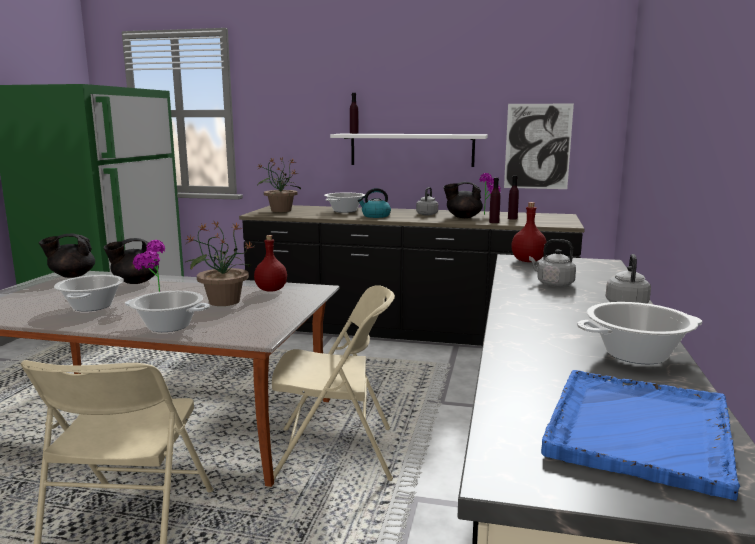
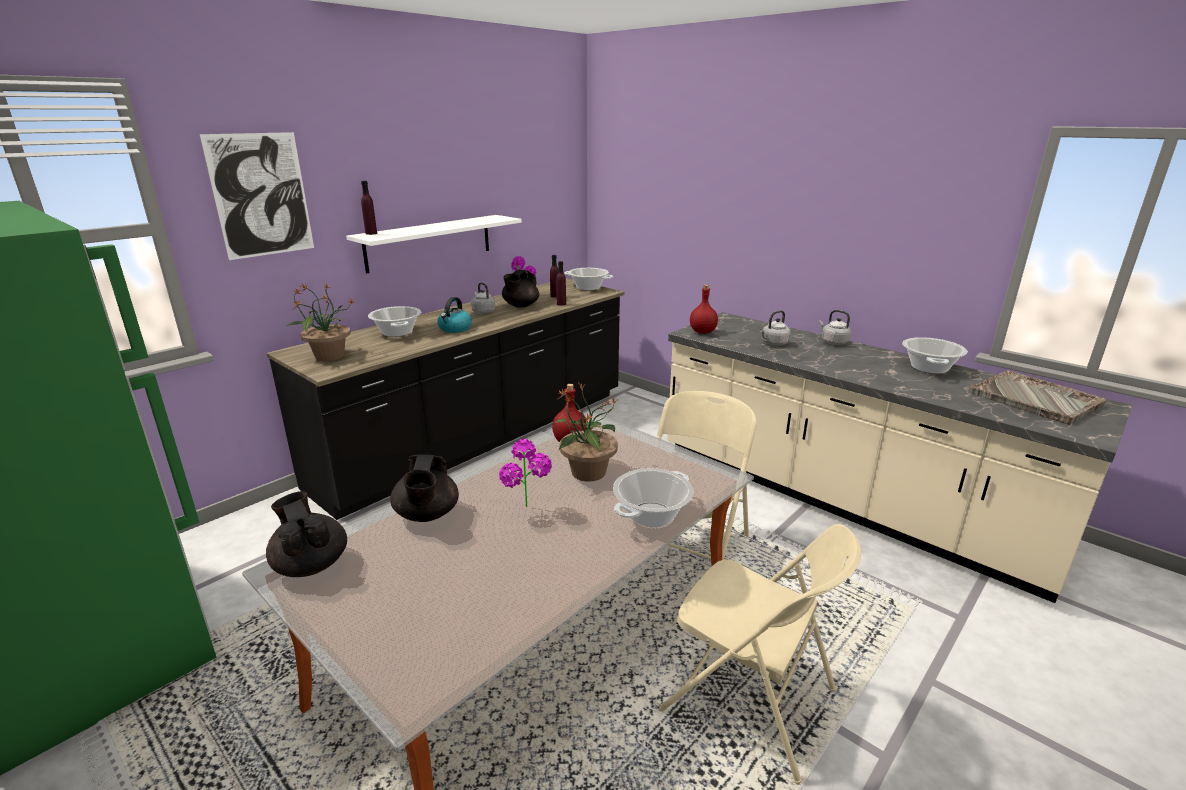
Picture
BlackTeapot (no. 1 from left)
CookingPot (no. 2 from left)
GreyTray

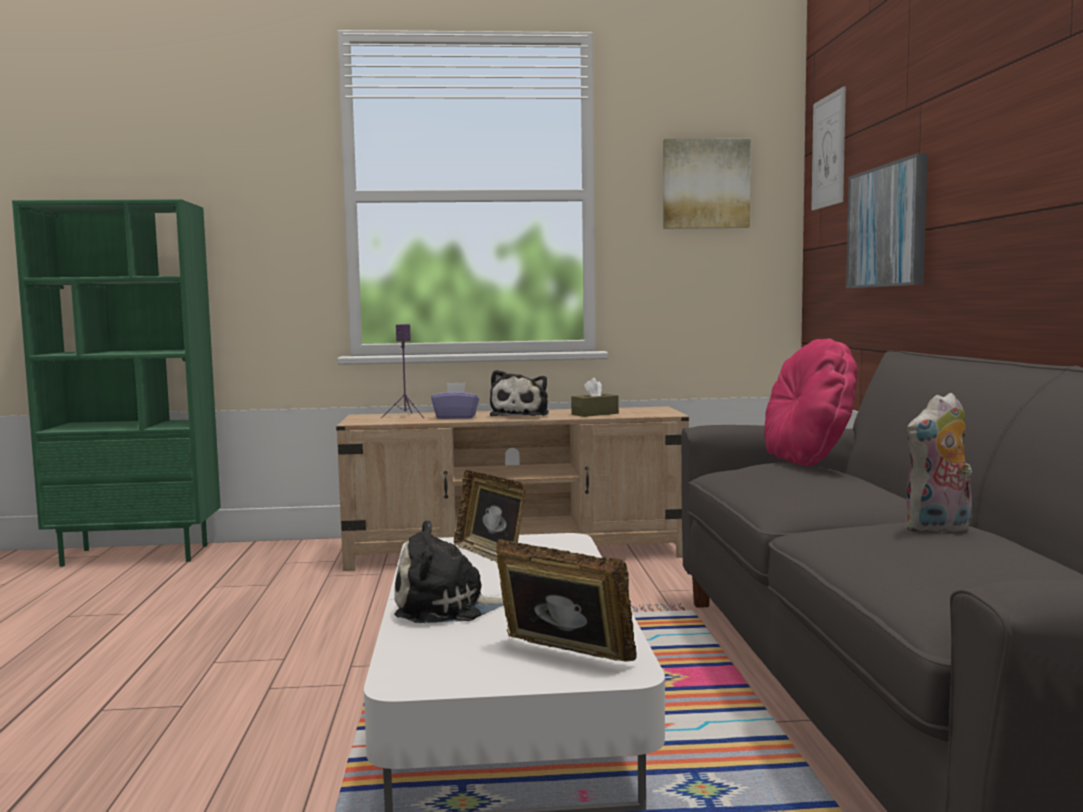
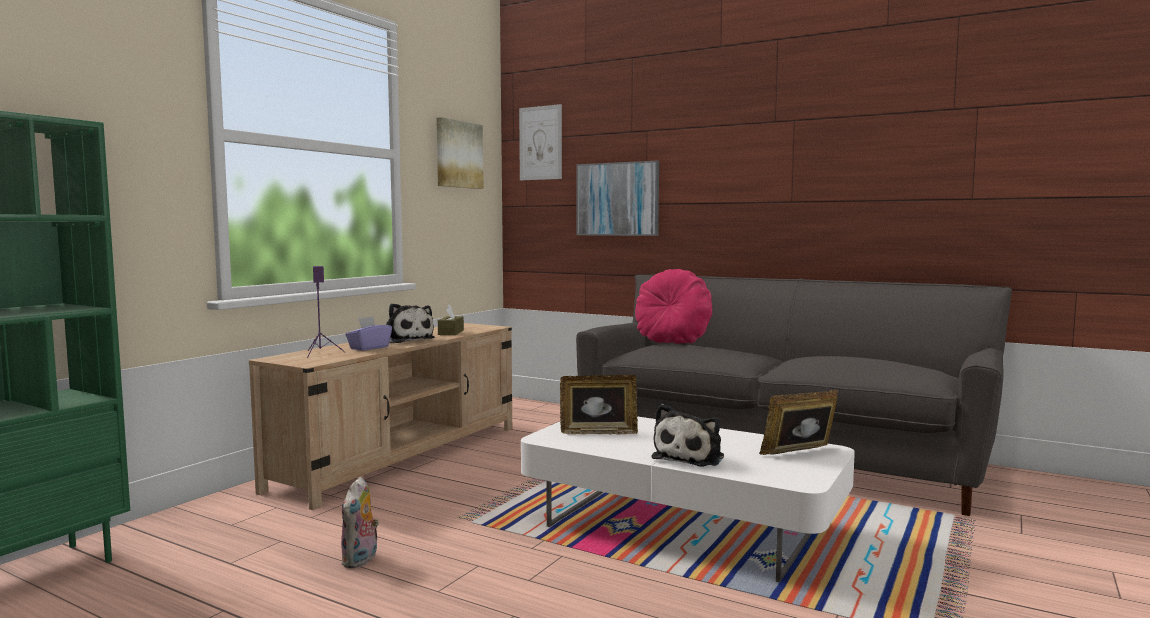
PlushToy (no. 1 from left)

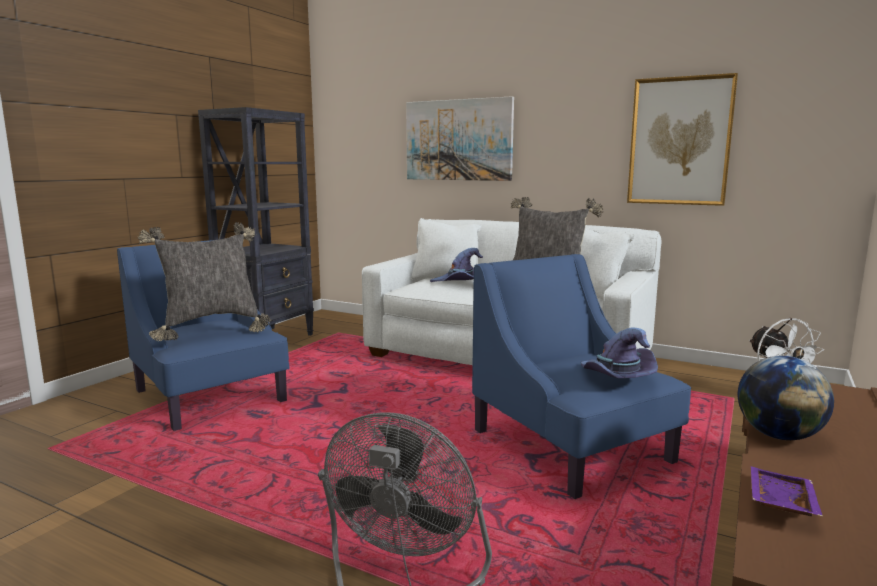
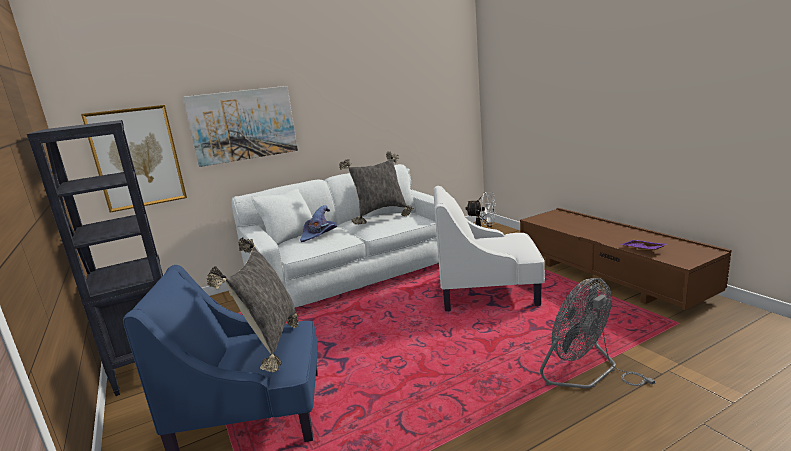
Picture (no. 1 from left)
WhiteArmchair
PurpleHat (no. 2 from left in the first image)
Globe

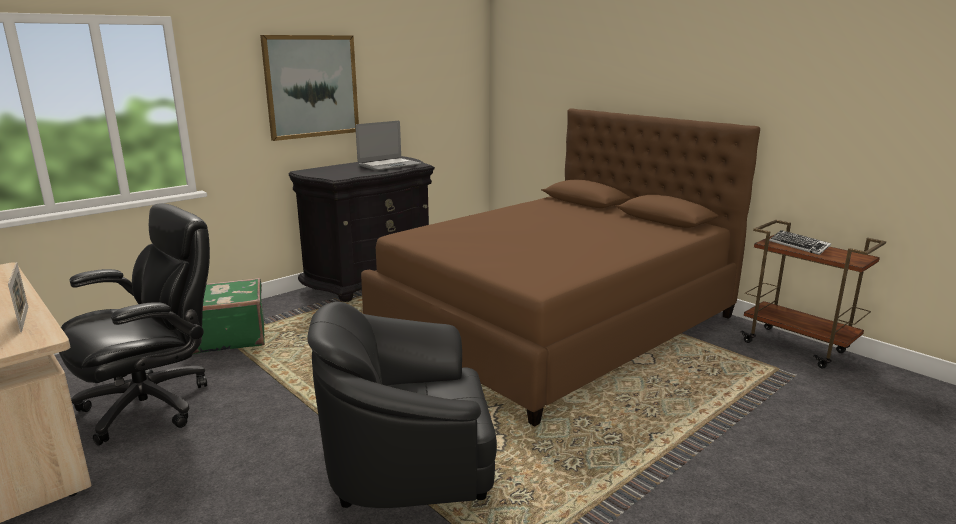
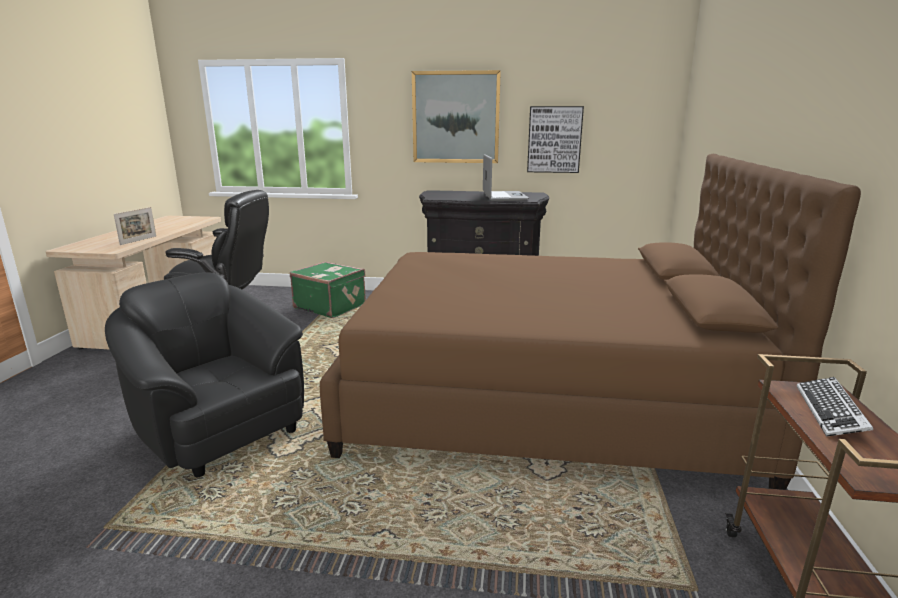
Laptop
Picture (no. 2 from left)

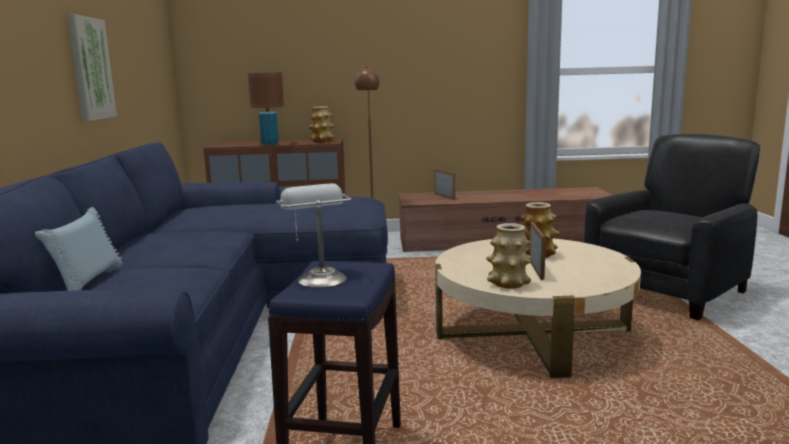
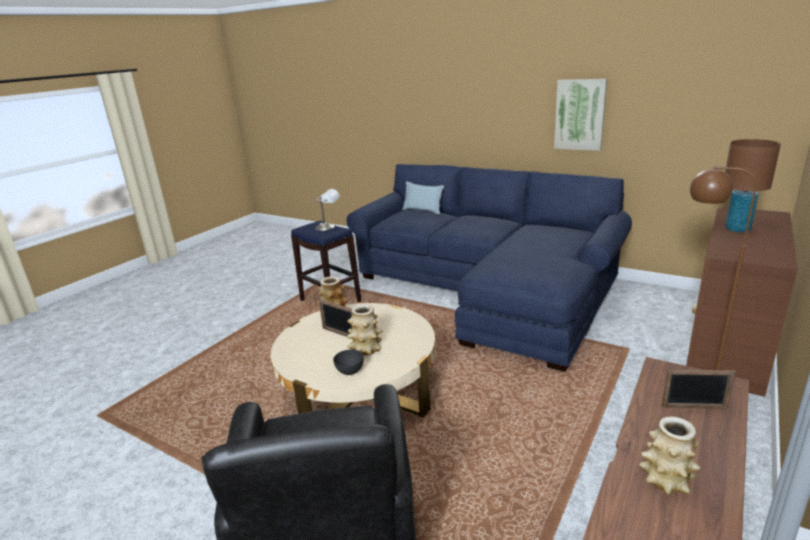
Vase (no. 3 from left)
GreyBowl

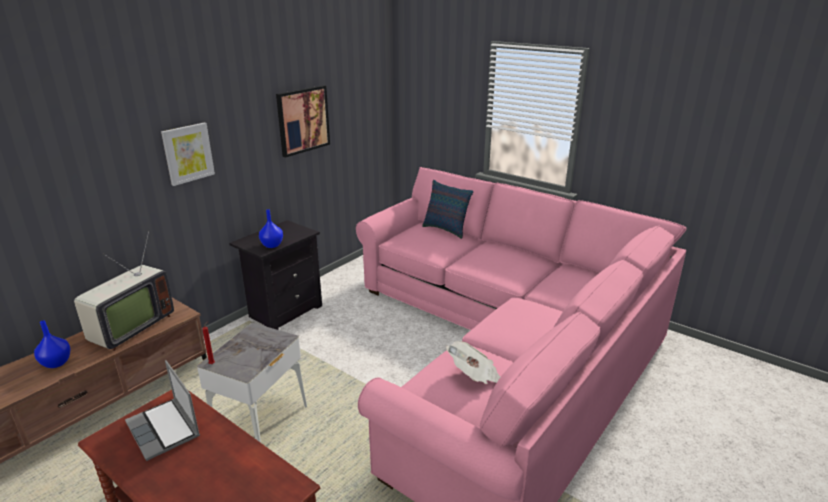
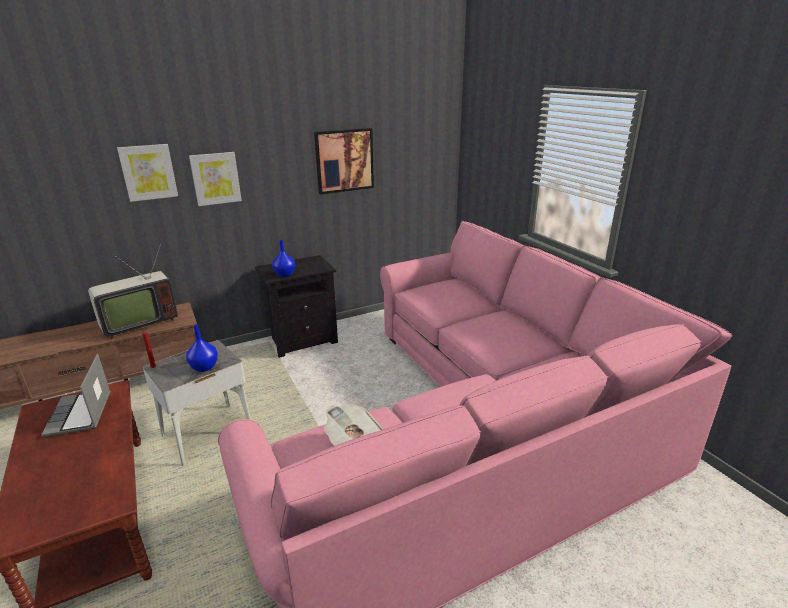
BluePillow
BlueVase (no. 1 from left)
Picture (no. 1 from left)

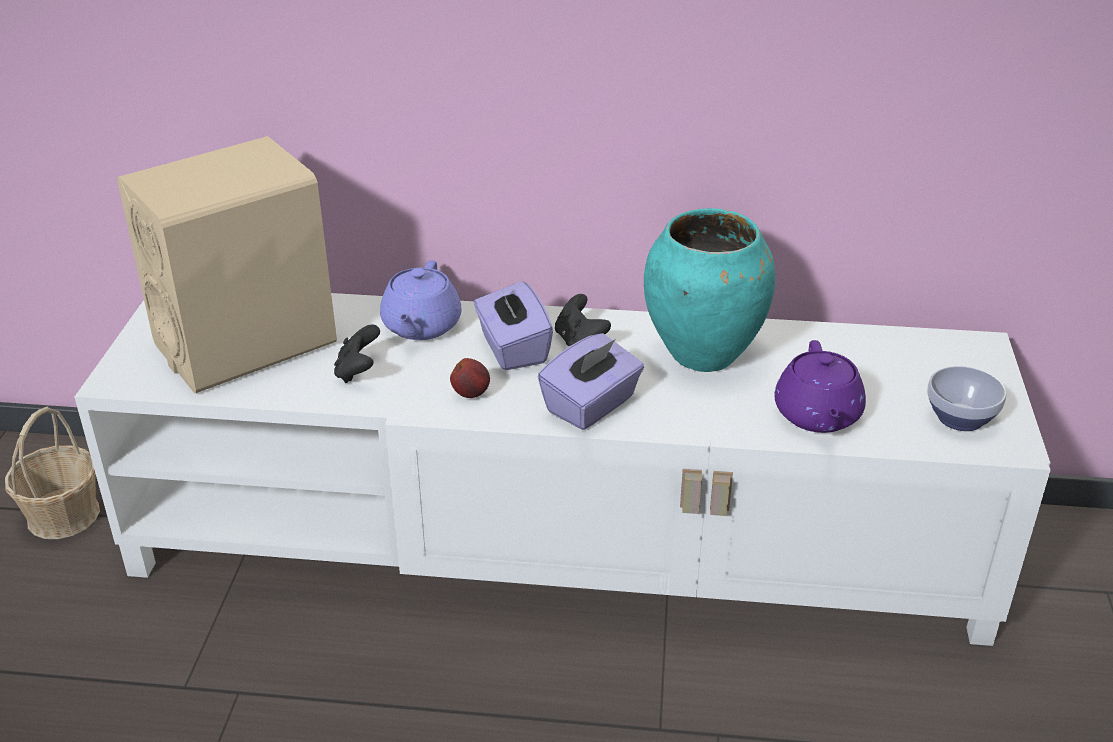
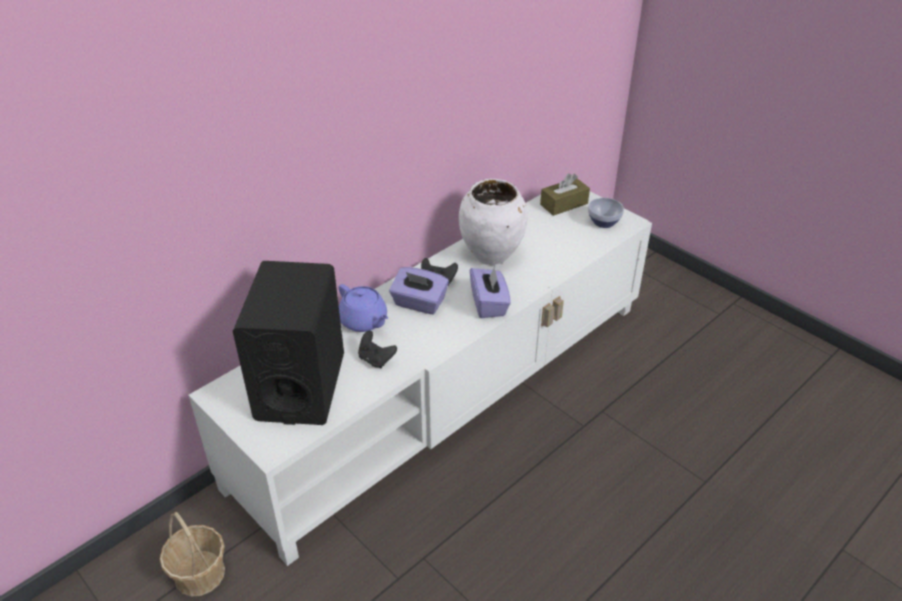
BlackSpeaker
WhiteVase
PurpleTeapot (no. 2 from left in the first image)
Apple
BrownTissueBox

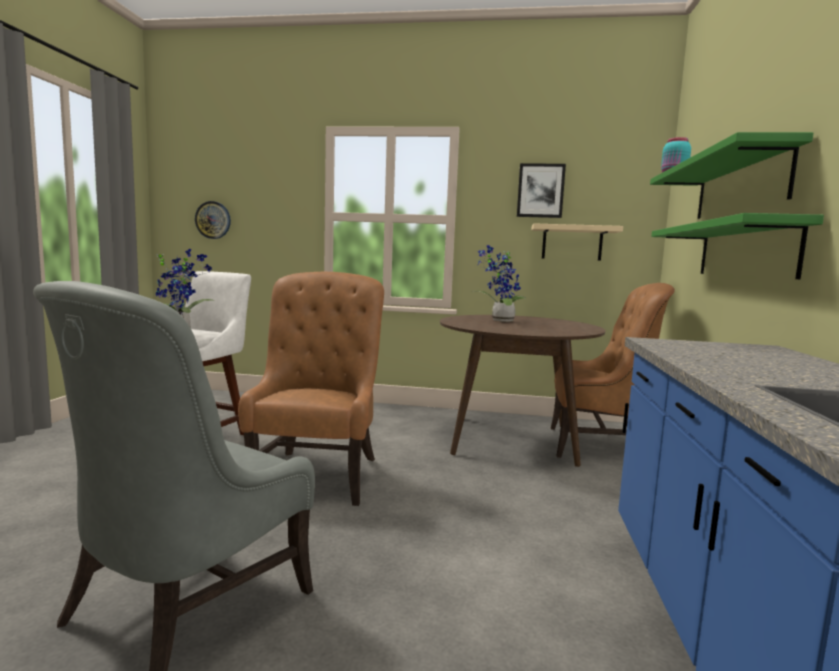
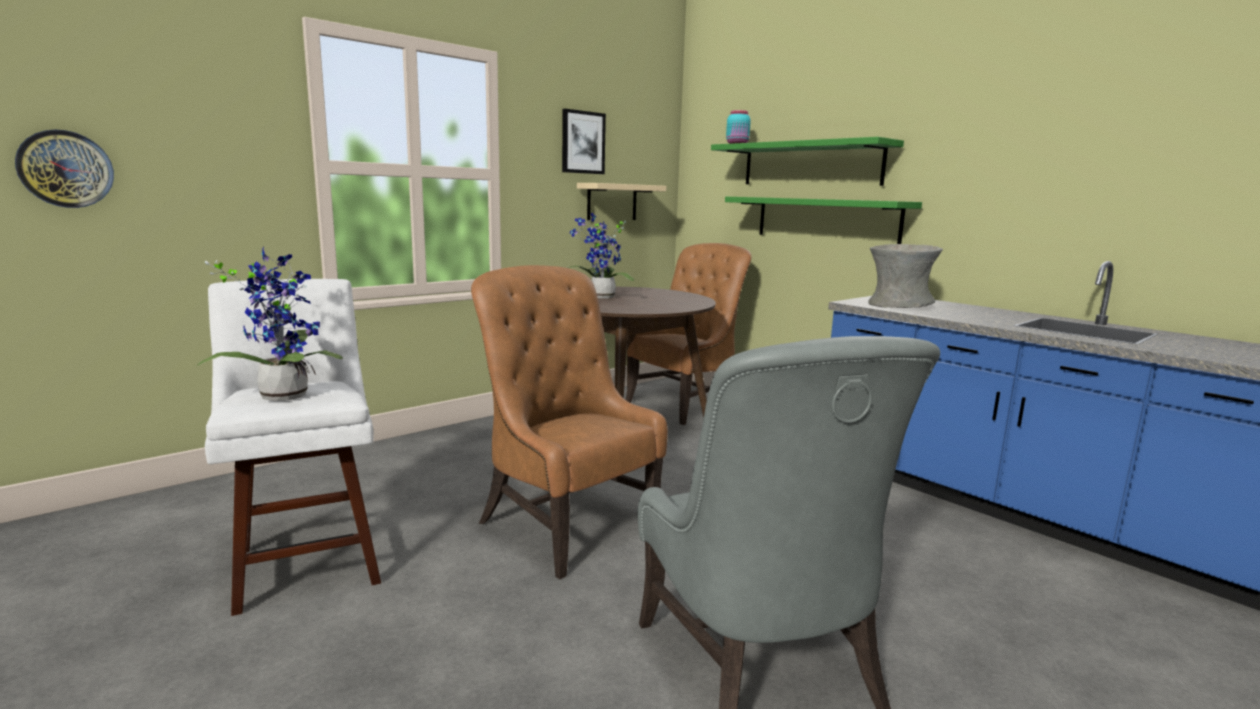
GreyVase

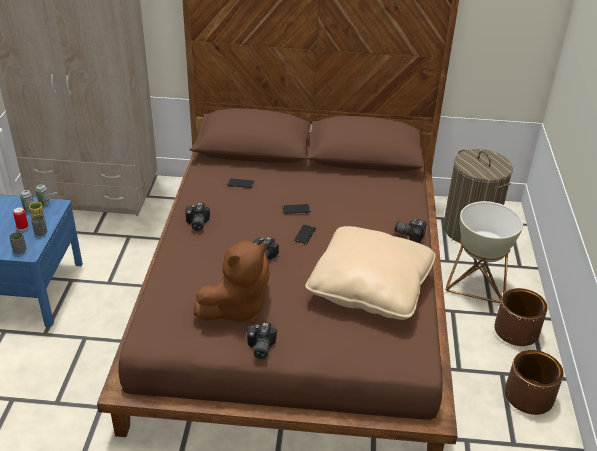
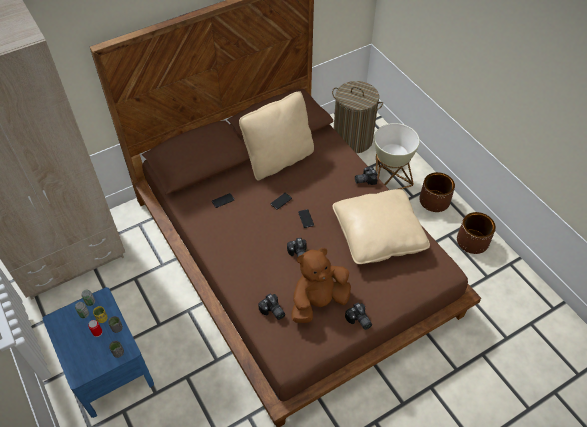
PhotoCamera (no. 1 from left)
BrownPlushToy
BeigePillow (no. 1 from left)

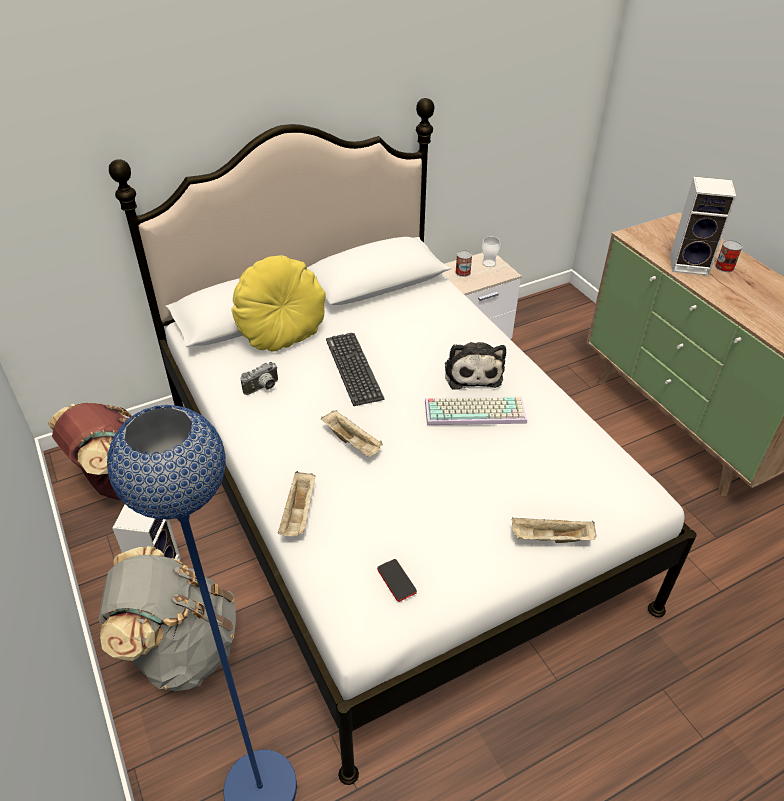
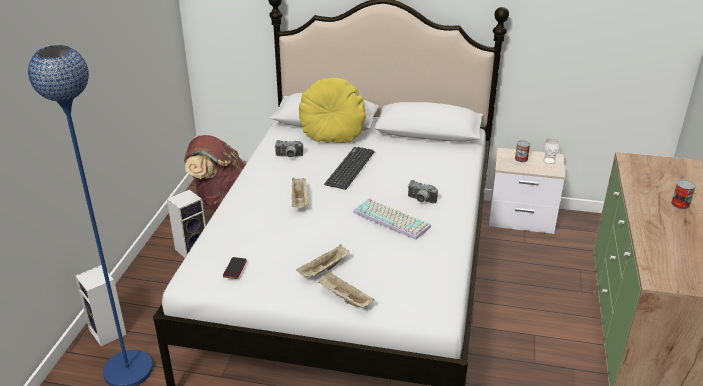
Speaker (no. 1 from left)
PhotoCamera (no. 2 from left)
BeigeTray (no. 2 from left)
GreyBackpack

